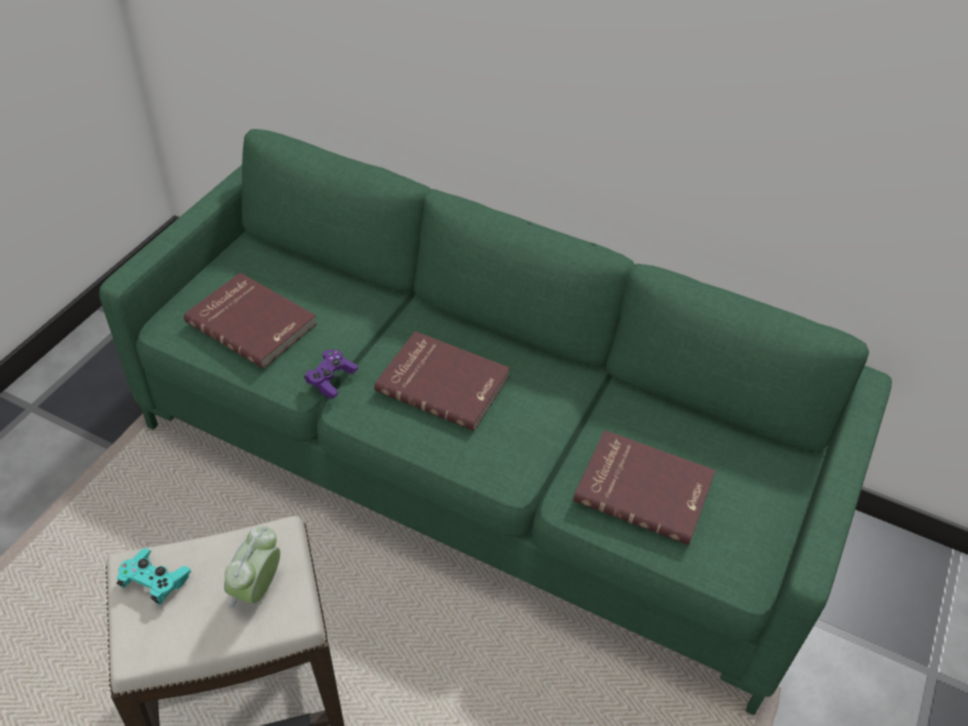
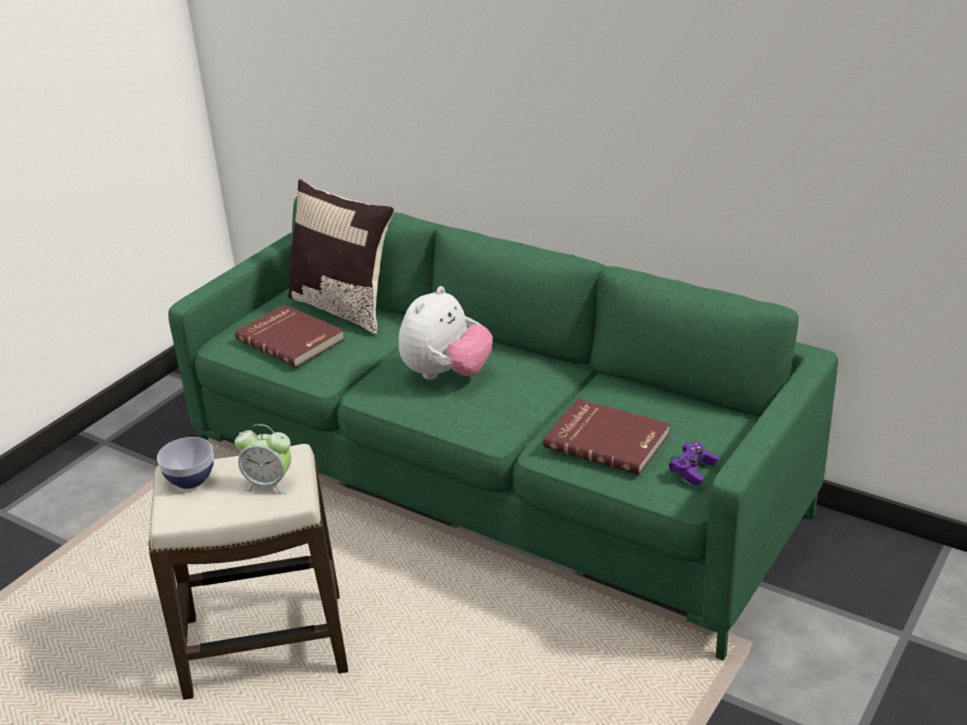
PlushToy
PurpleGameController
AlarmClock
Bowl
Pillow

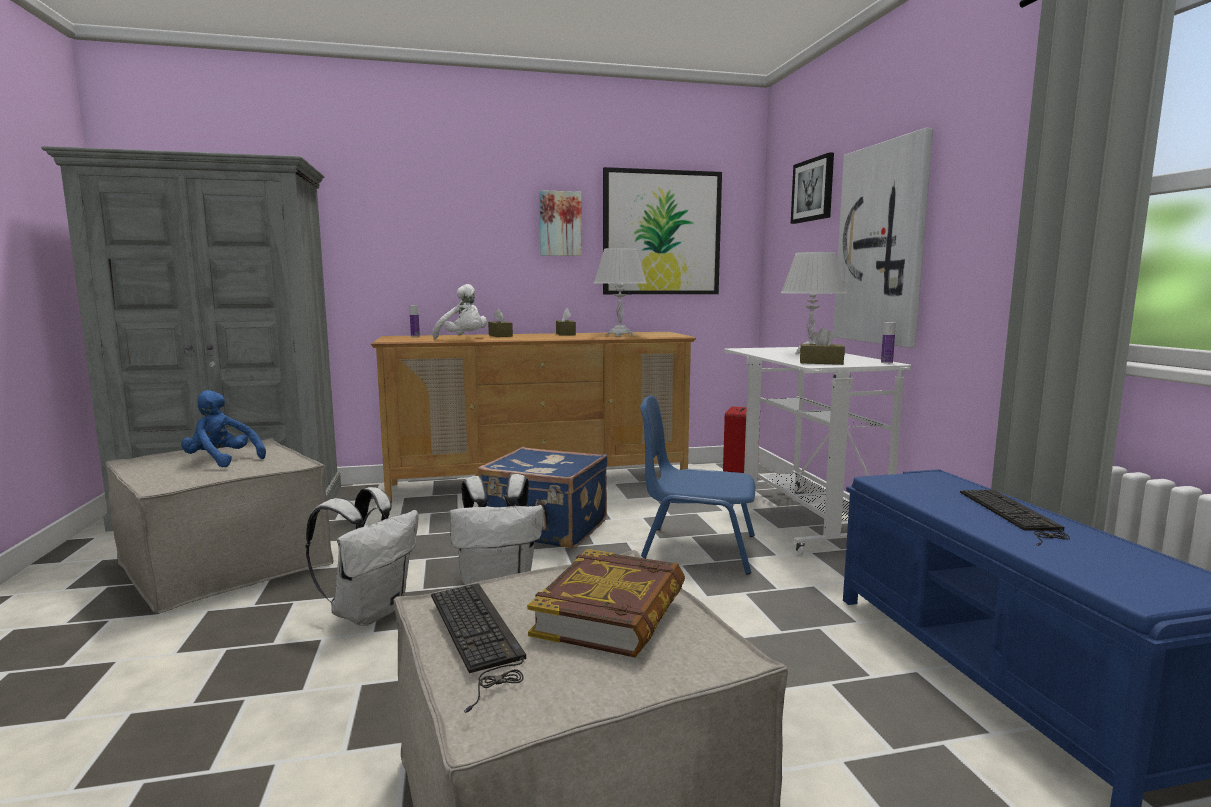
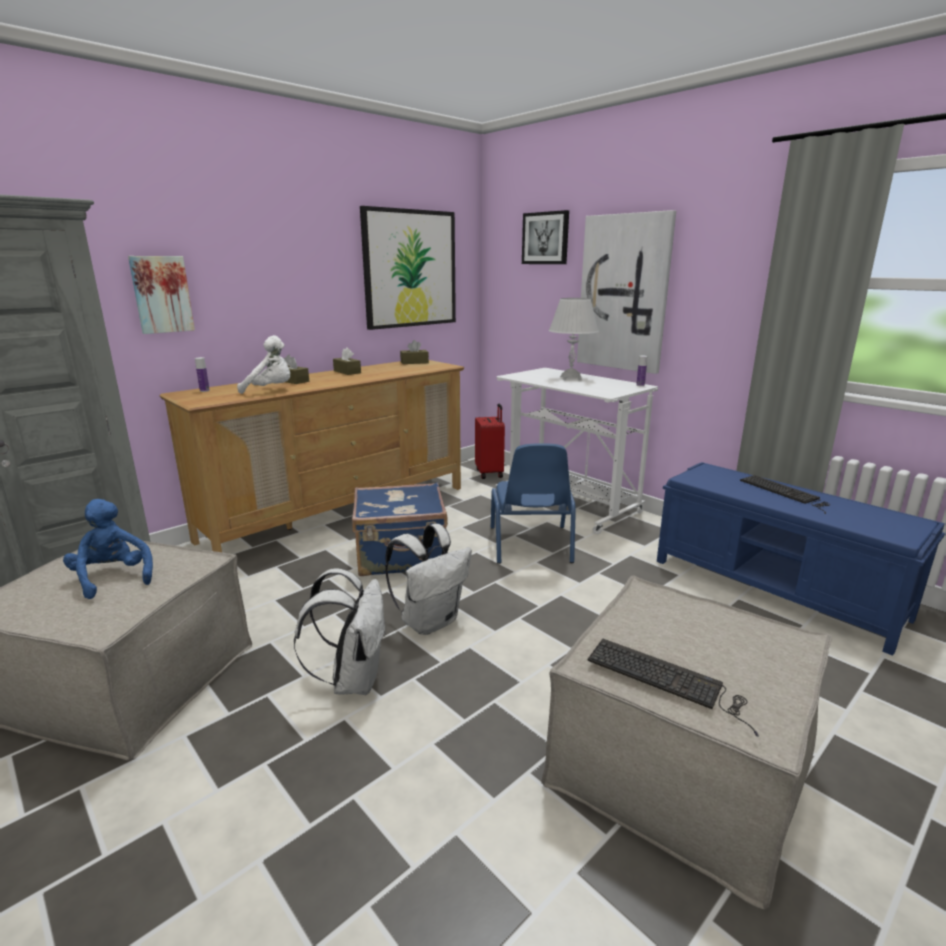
Picture (no. 1 from left)
WhiteTableLamp (no. 1 from left in the first image)
BrownTissueBox (no. 3 from left)
BluePlushToy
BlueChair
Book

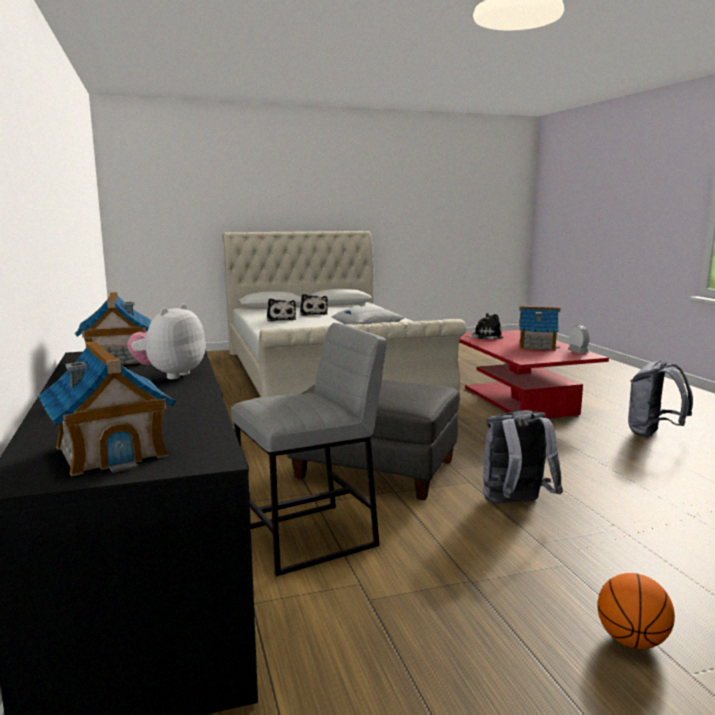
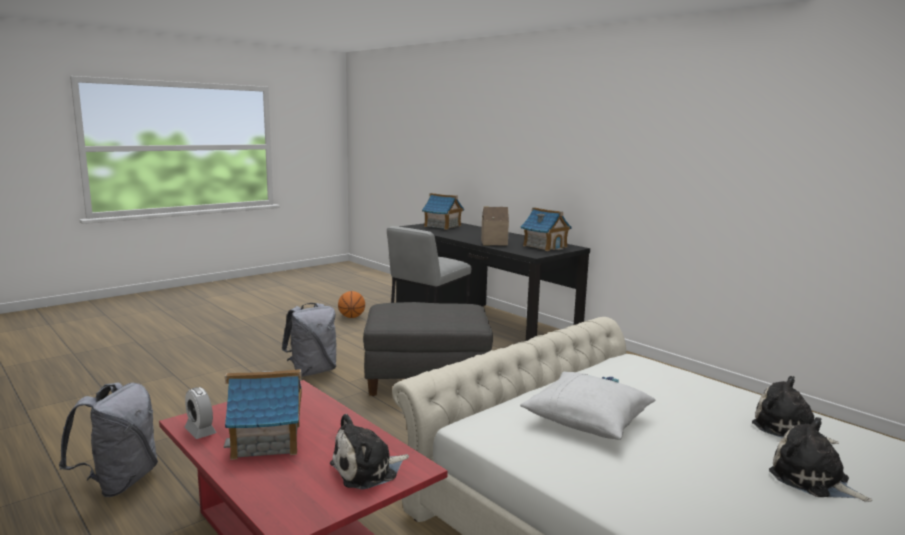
ToyHouse (no. 3 from left)
Basketball

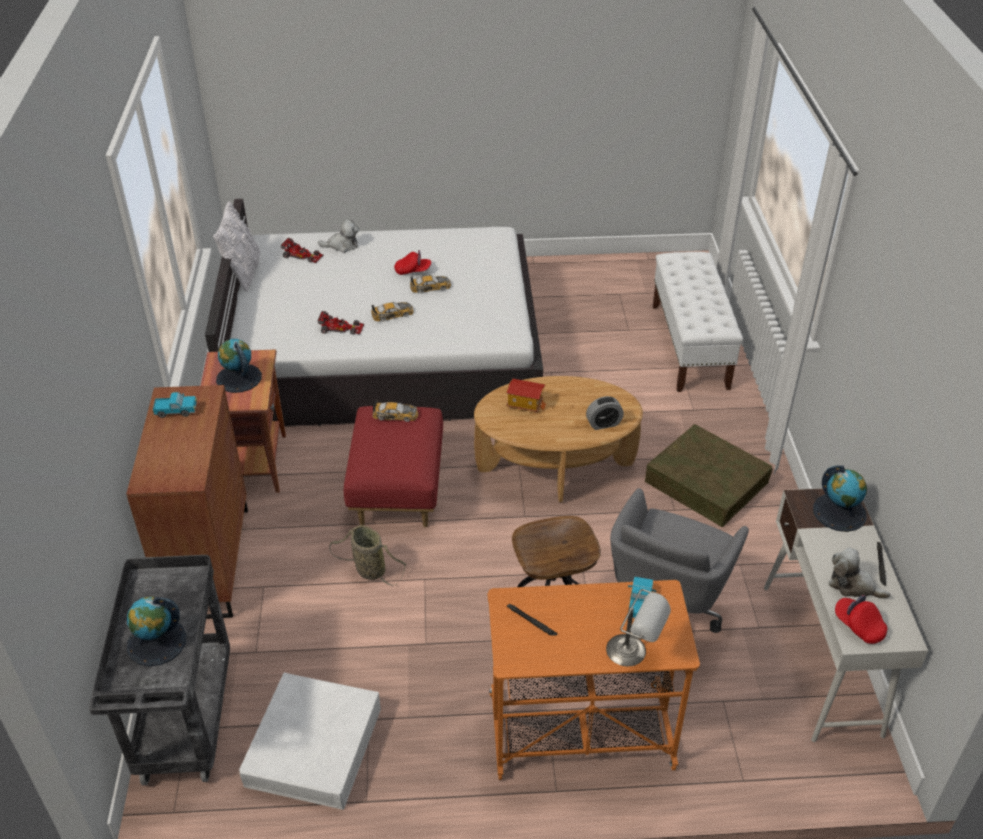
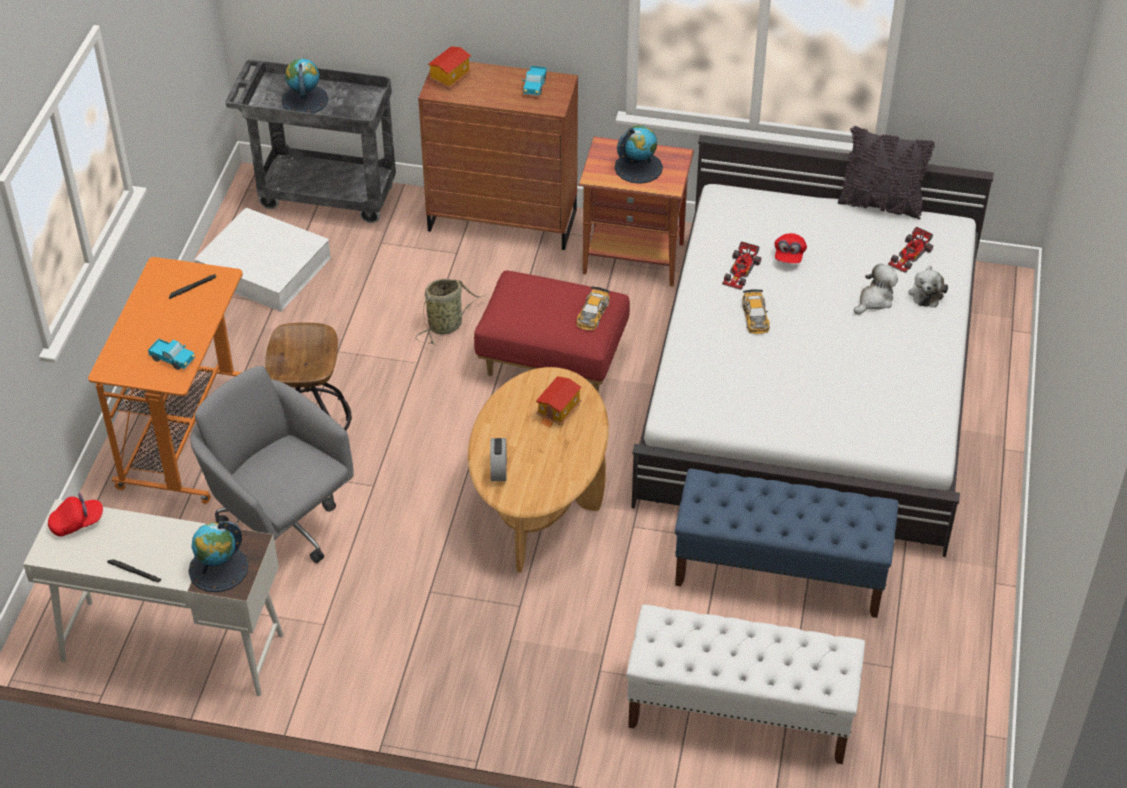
BlackPillow
RedCap (no. 2 from left)
ToyCar (no. 5 from left in the first image)
BrownStorageBox
PlushToy (no. 1 from left)
WhiteTableLamp
ToyHouse (no. 1 from left)
BlueBench

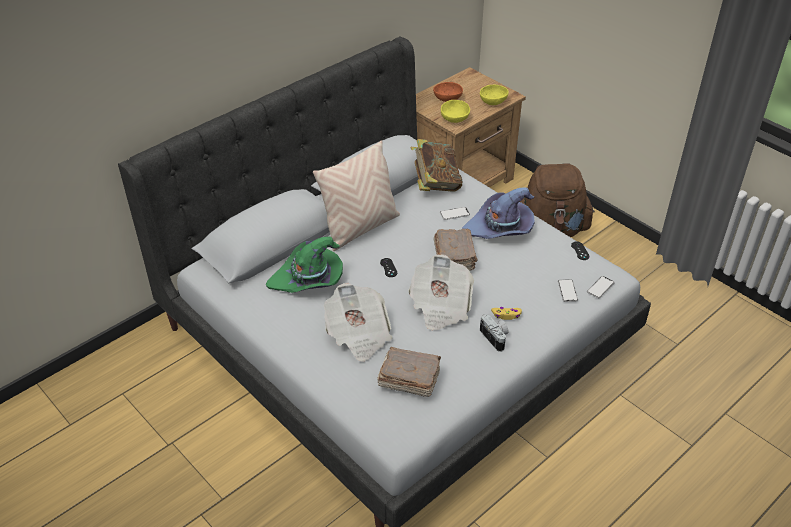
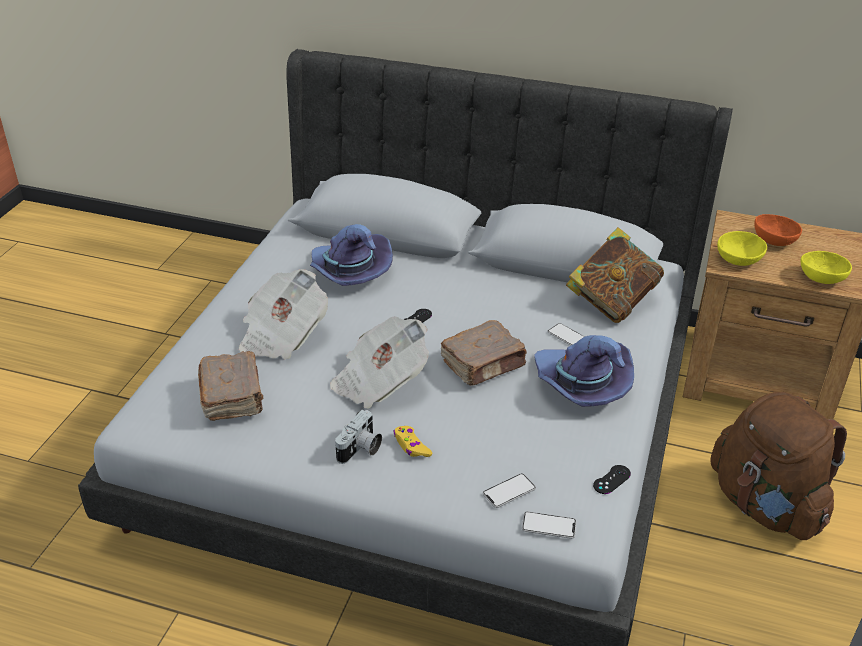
BeigePillow
PurpleHat (no. 1 from left)

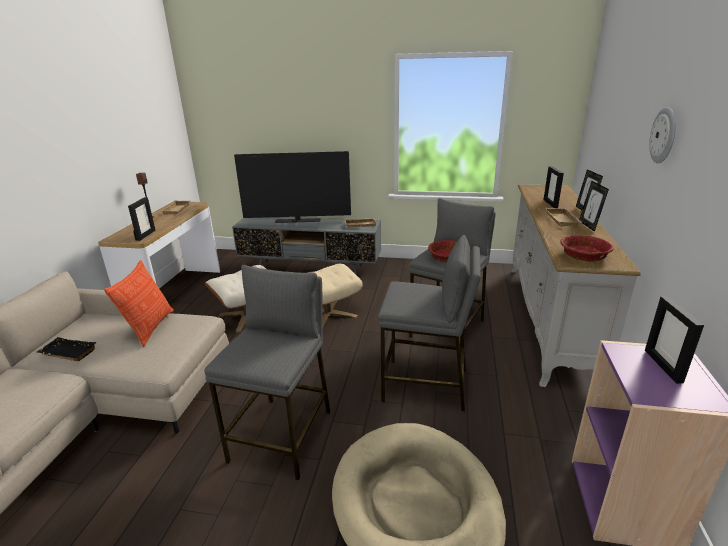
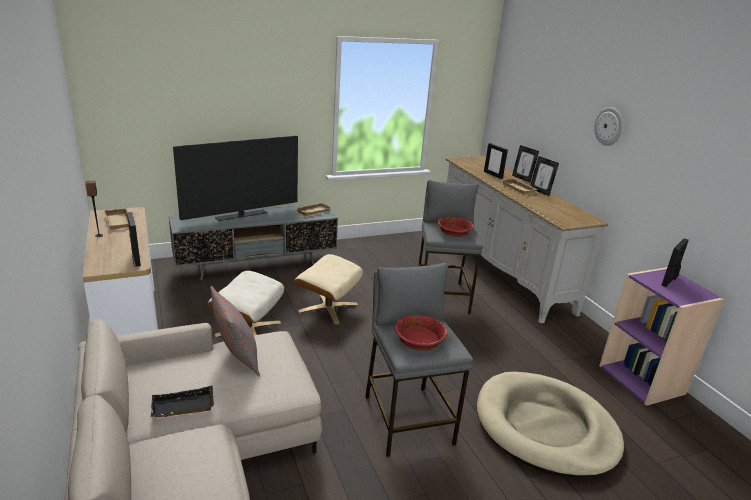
GreyStool (no. 2 from left in the first image)
RedBowl (no. 1 from left)
GreyPillow
PictureFrame (no. 5 from left)

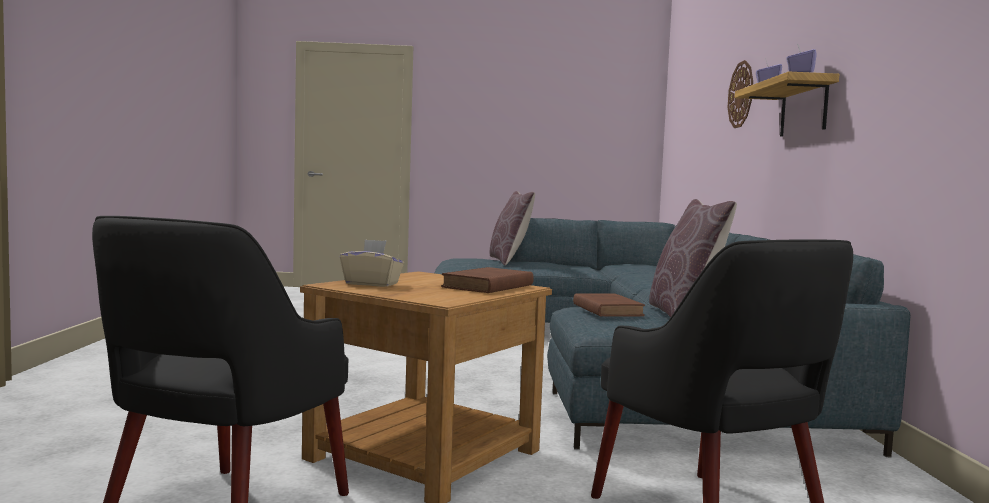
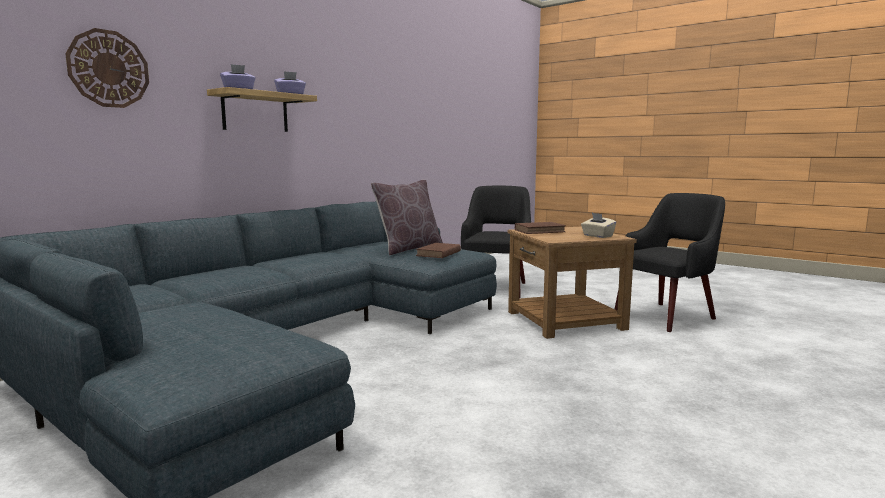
BrownPillow (no. 1 from left in the first image)

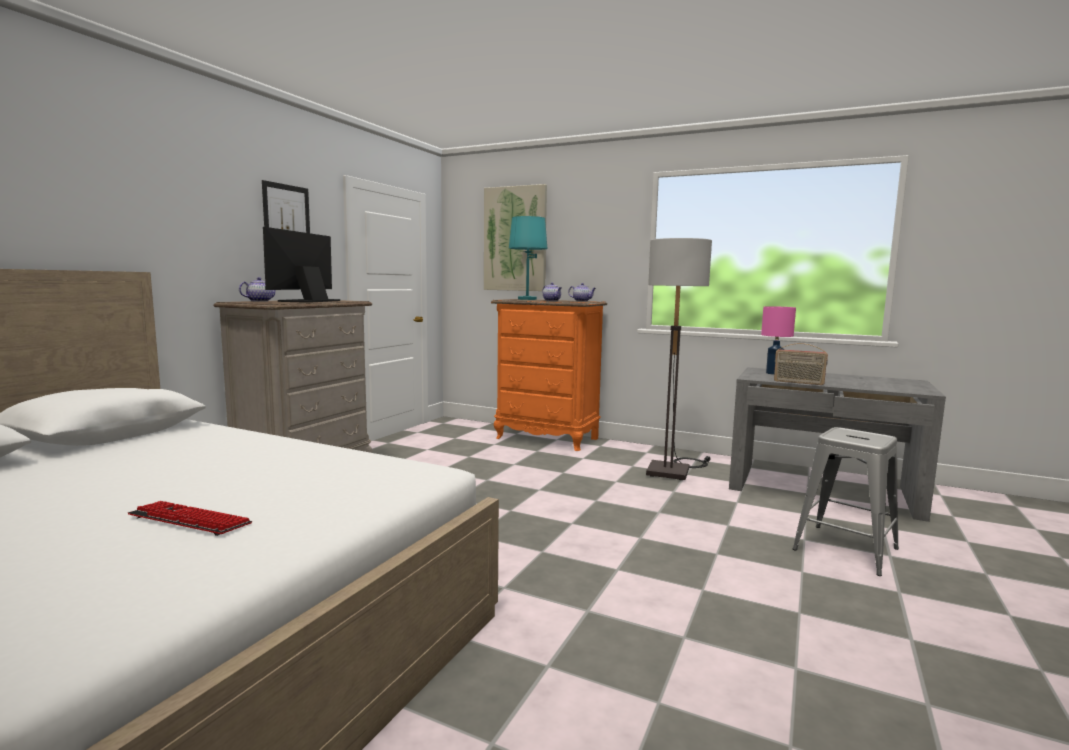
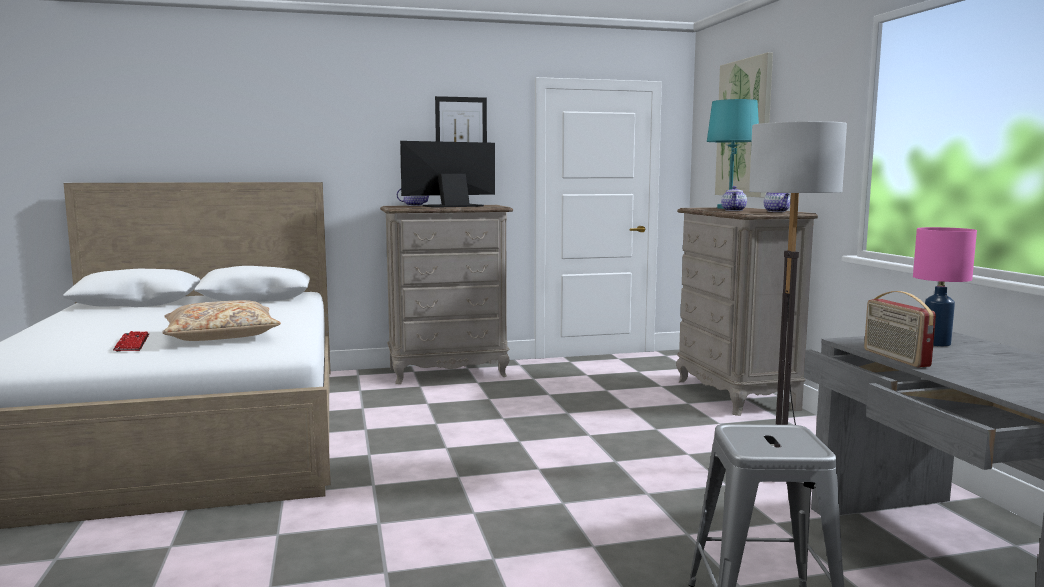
BeigeDresser (no. 2 from left)
BeigePillow

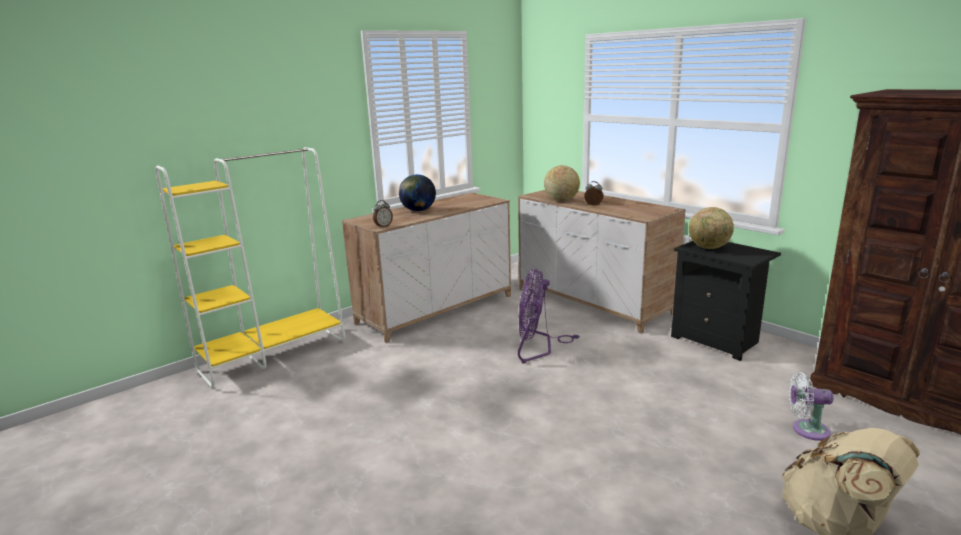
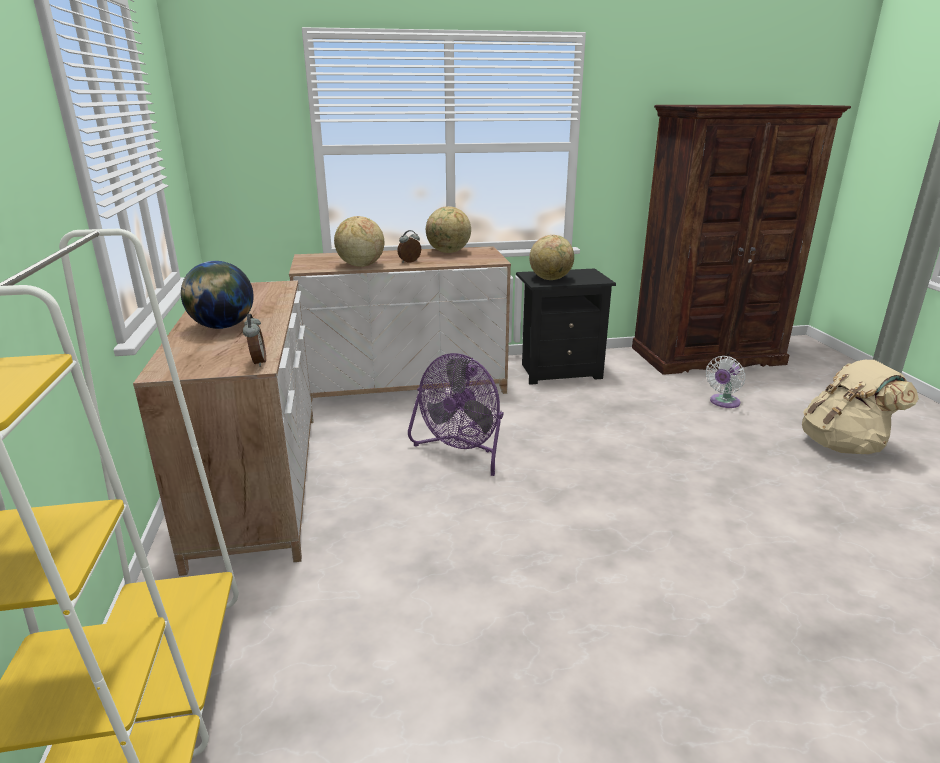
Globe (no. 3 from left)

